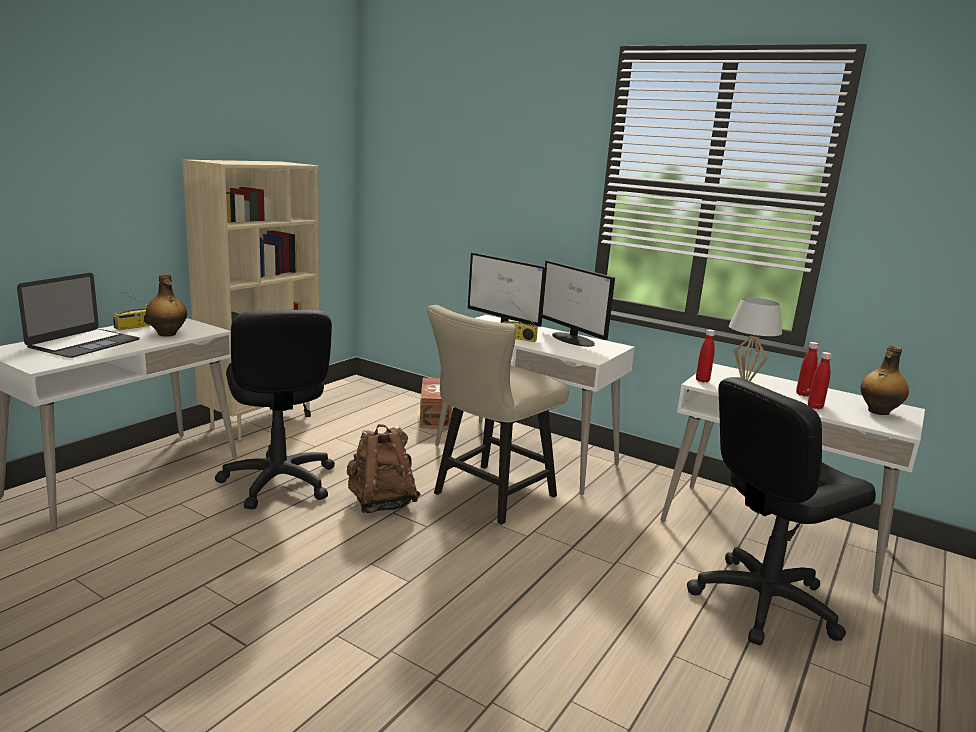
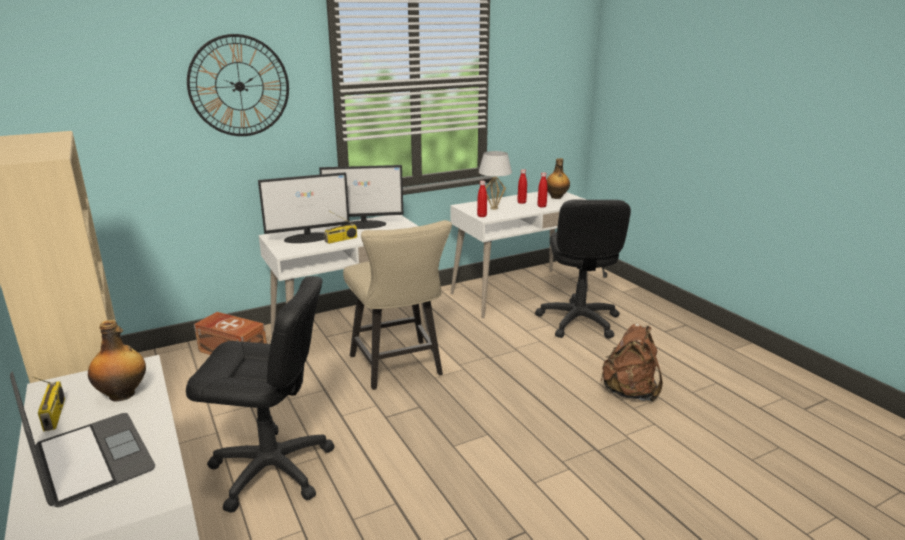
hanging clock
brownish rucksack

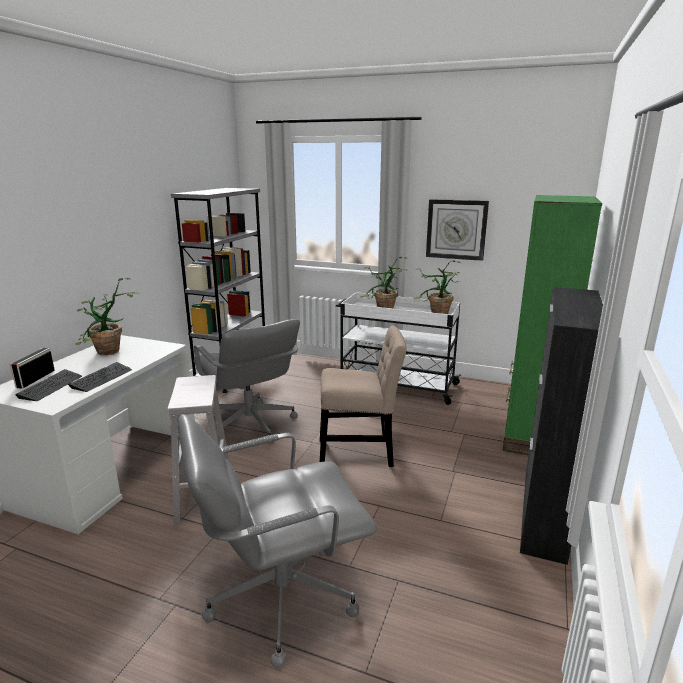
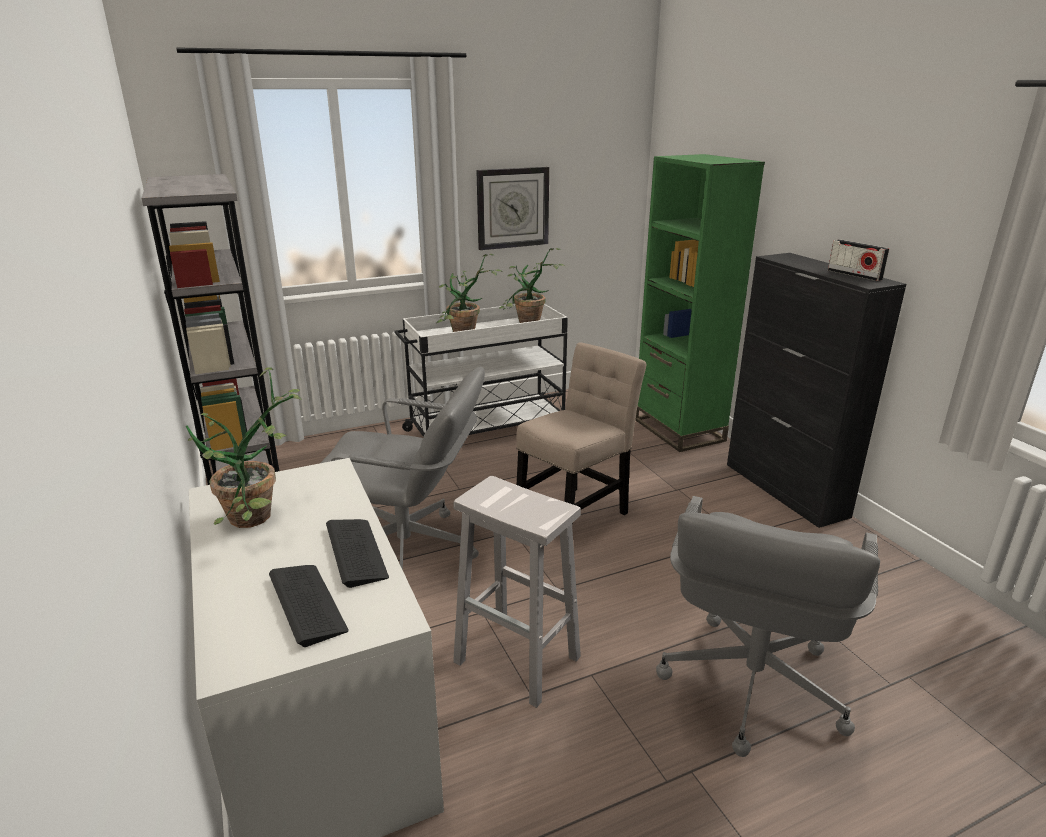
radio set

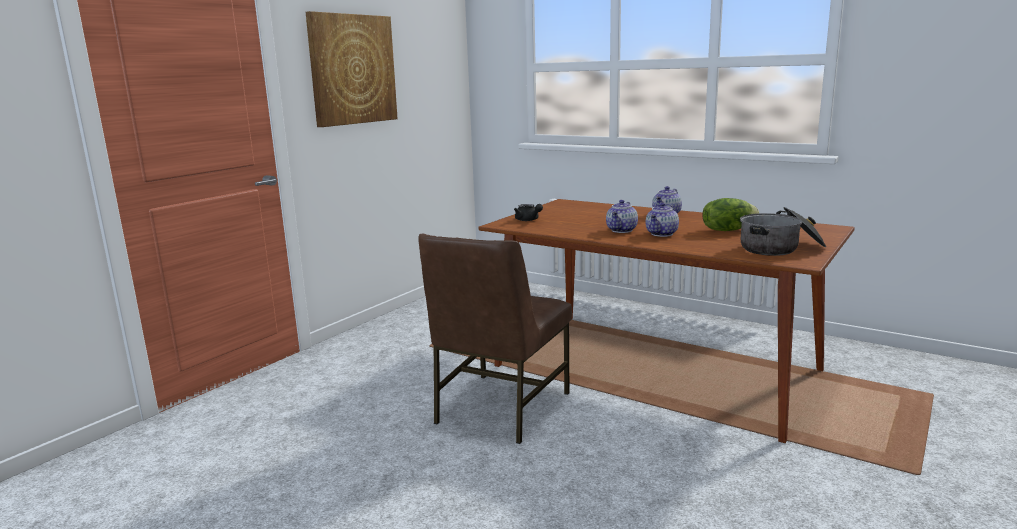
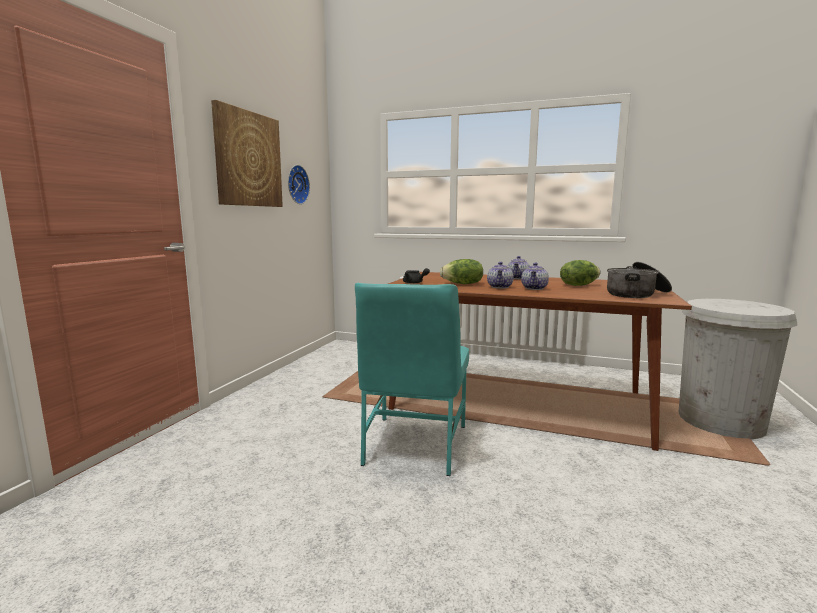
hanging clock
lettuce head (no. 1 from left)
whitish trash can
turquoise plain chair

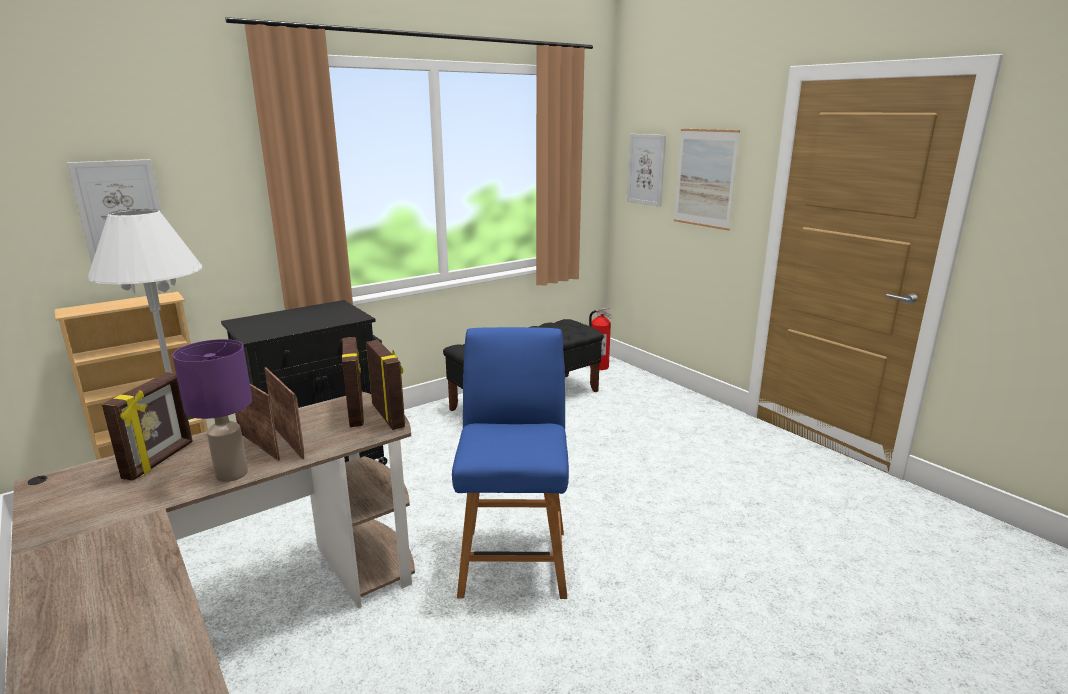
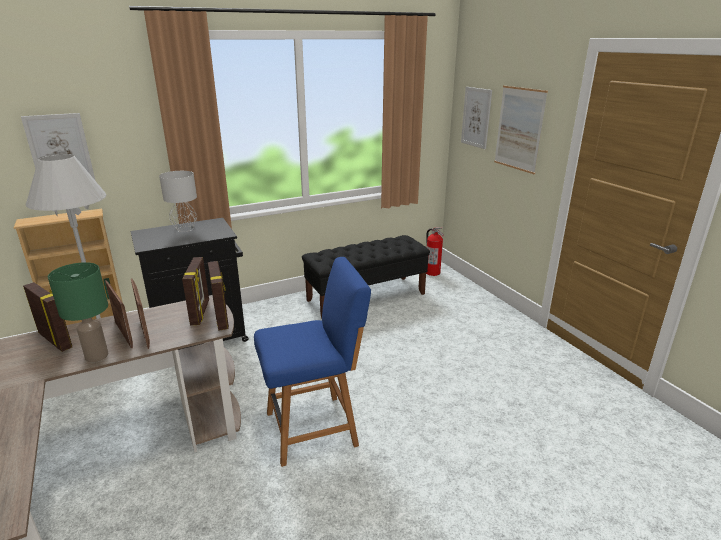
grey table lamp
greenish table lamp
picture frame (no. 1 from left)
blue-coloured plain chair

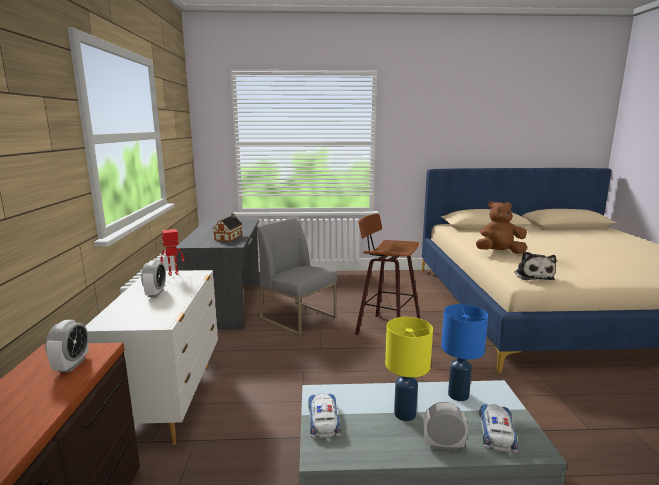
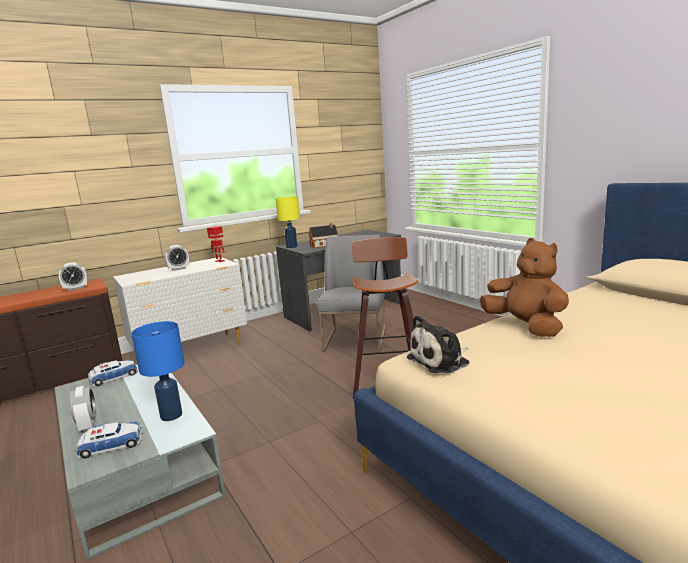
yellowish table lamp

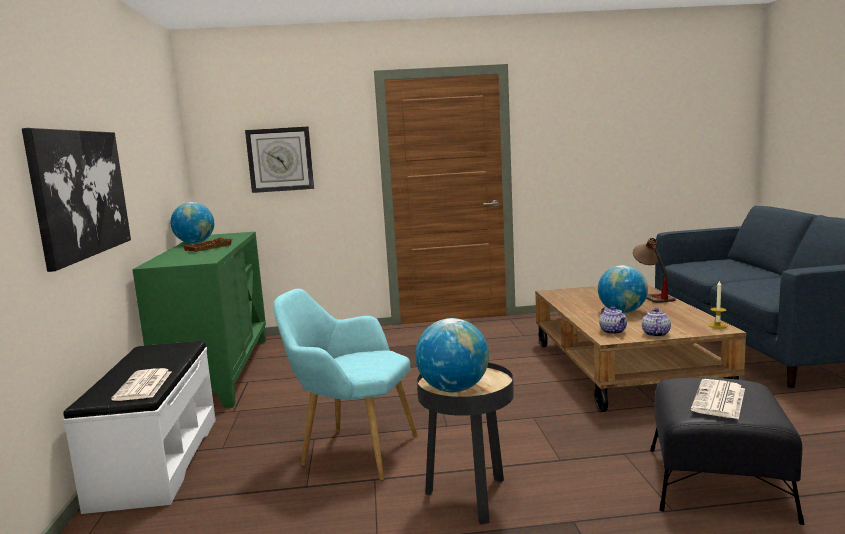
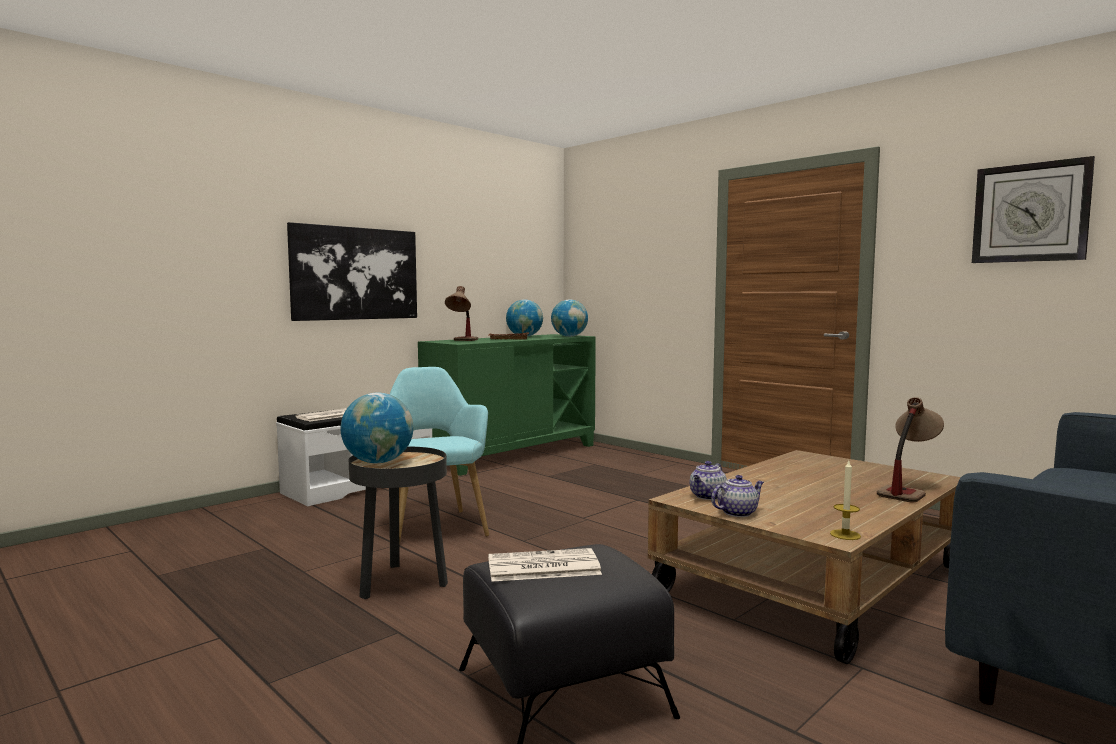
table lamp (no. 1 from left)
hanging clock
desk globe (no. 3 from left)

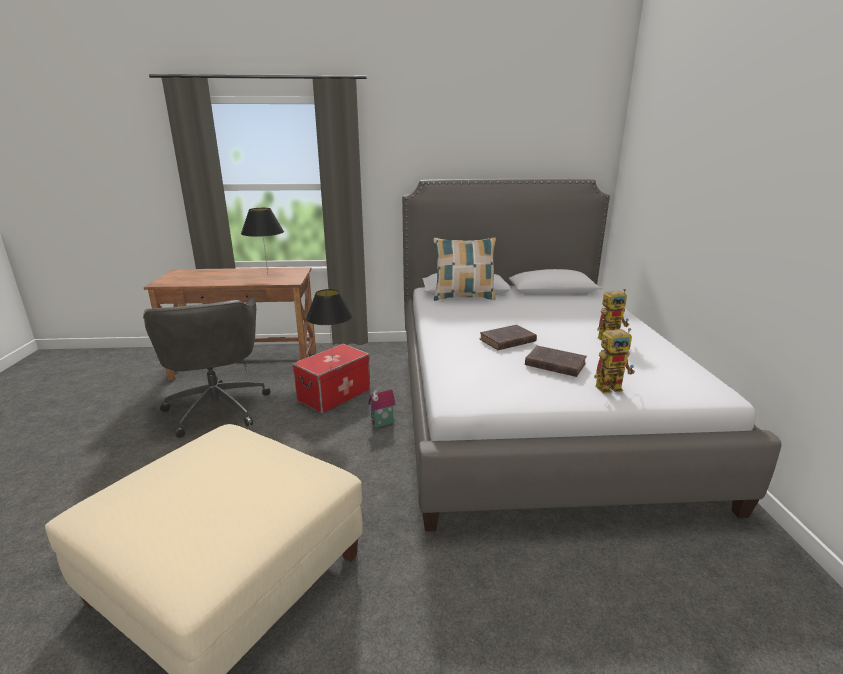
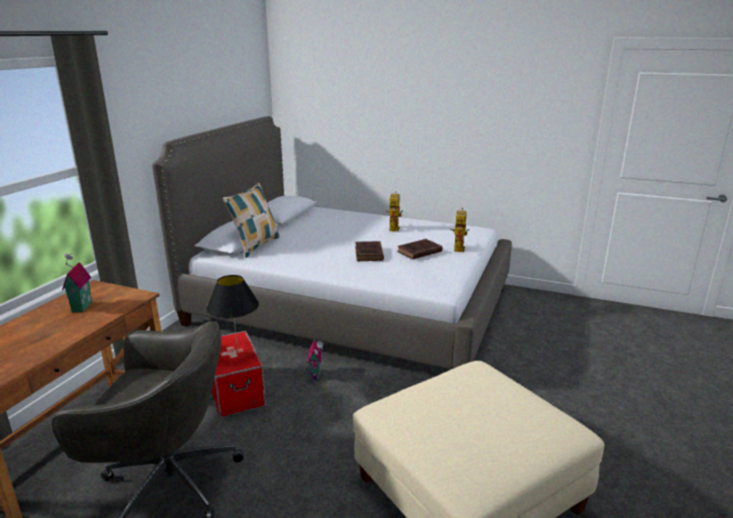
miniature house (no. 1 from left)

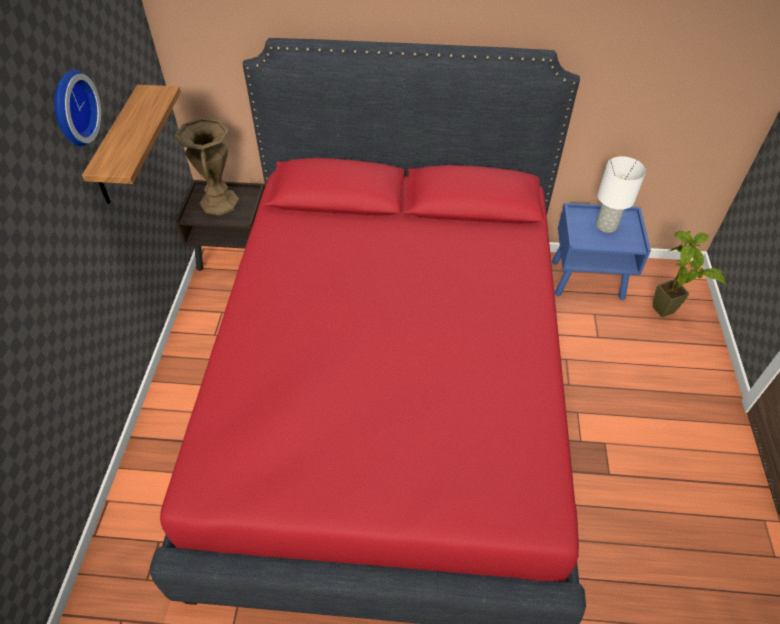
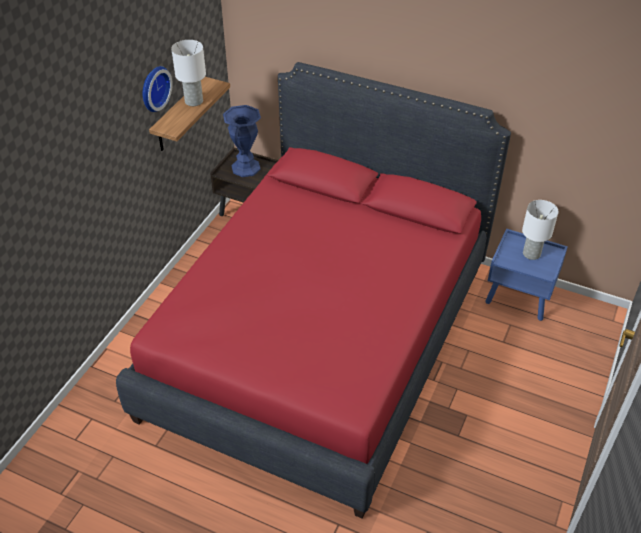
potted plant
whitish table lamp (no. 1 from left)
blue-coloured decorative vase

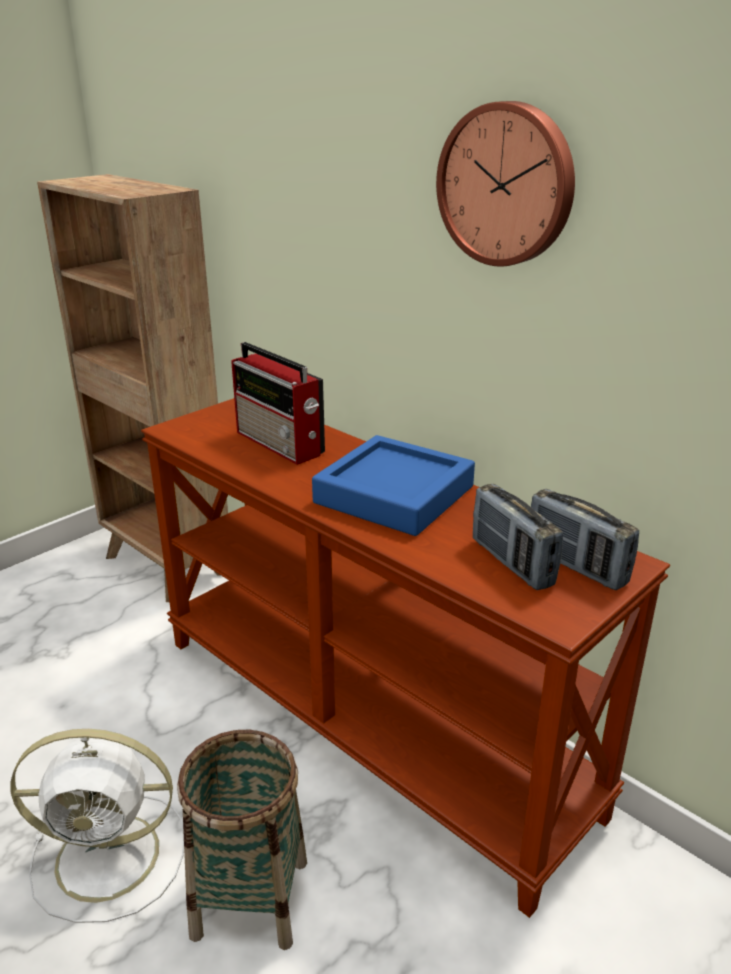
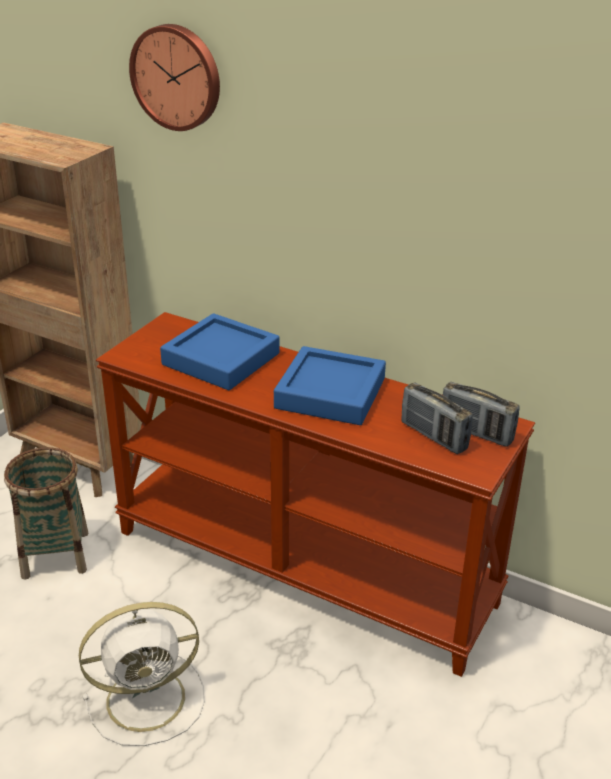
household basket
hanging clock
blue-coloured tray (no. 1 from left)

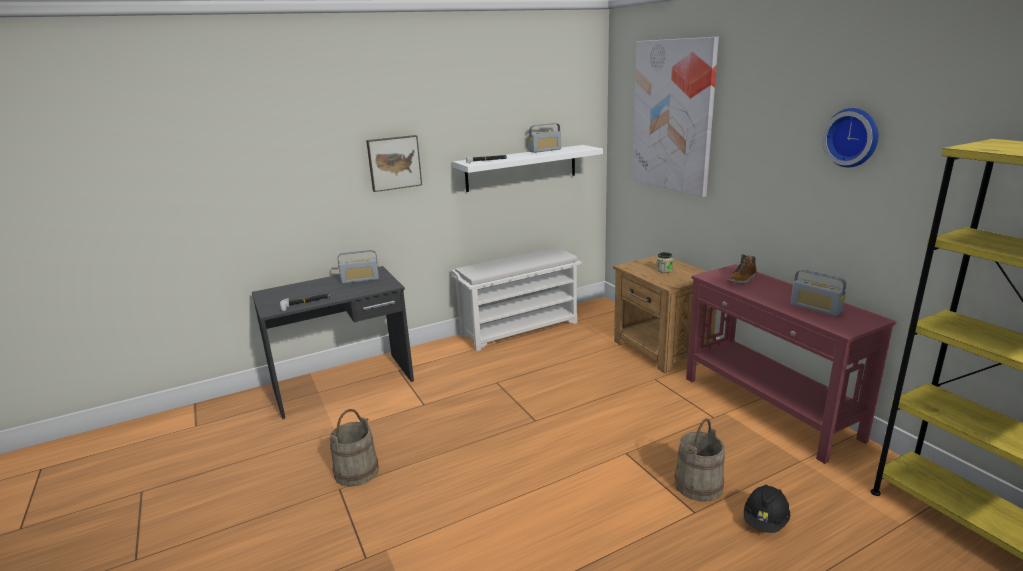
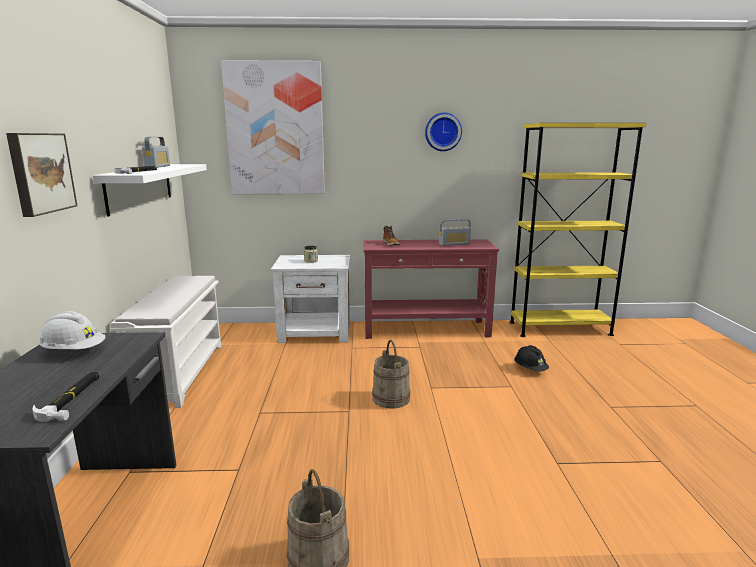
beige-coloured pail (no. 2 from left)
whitish work helmet
whitish bedside table

